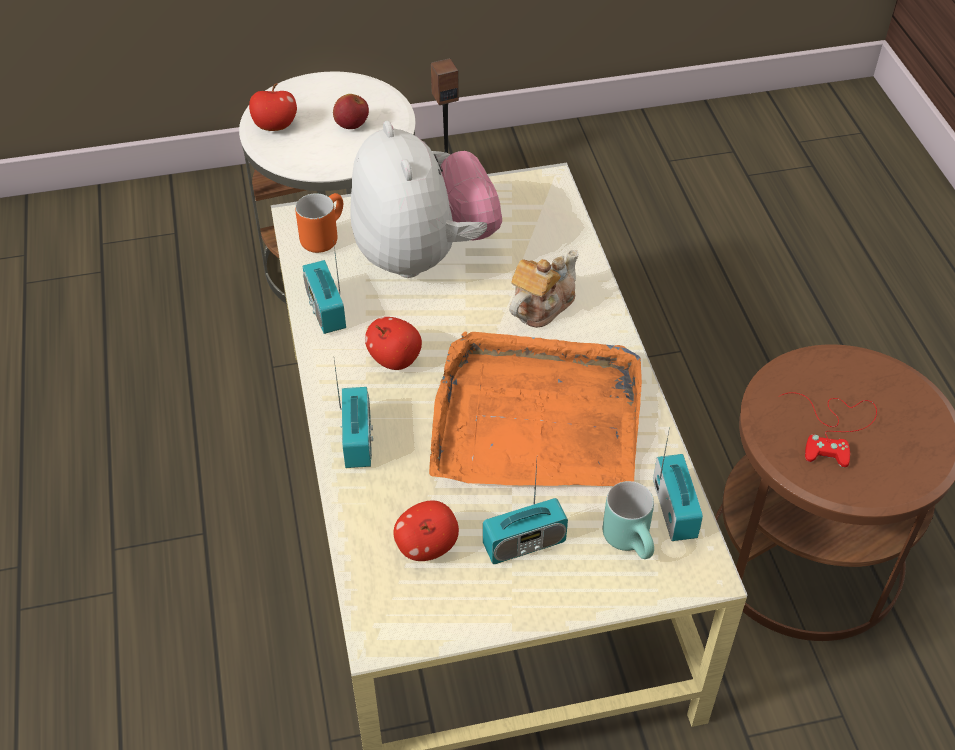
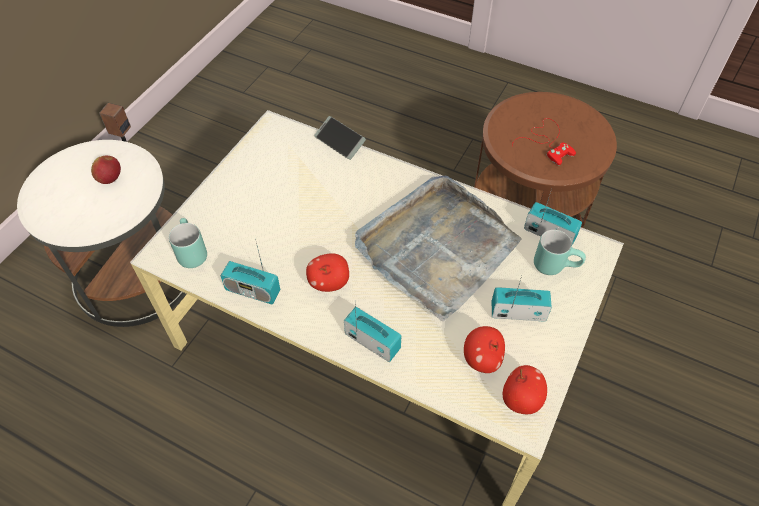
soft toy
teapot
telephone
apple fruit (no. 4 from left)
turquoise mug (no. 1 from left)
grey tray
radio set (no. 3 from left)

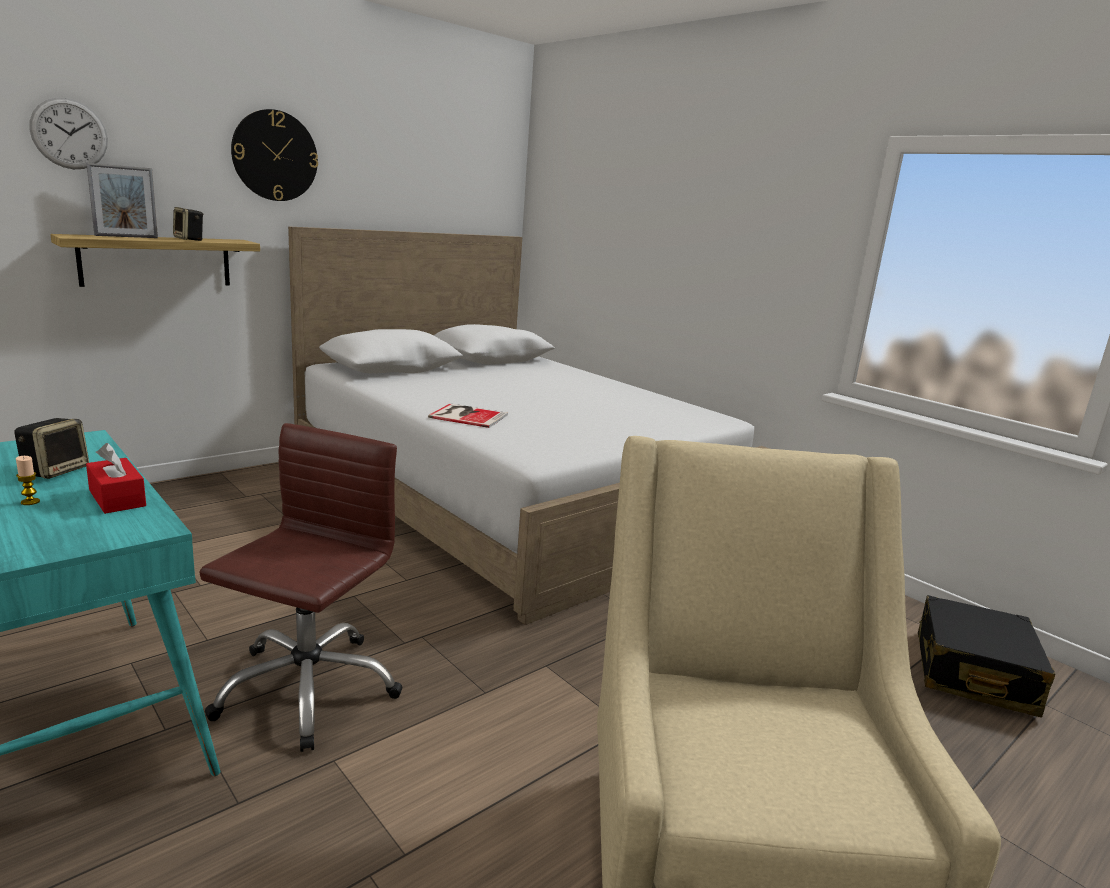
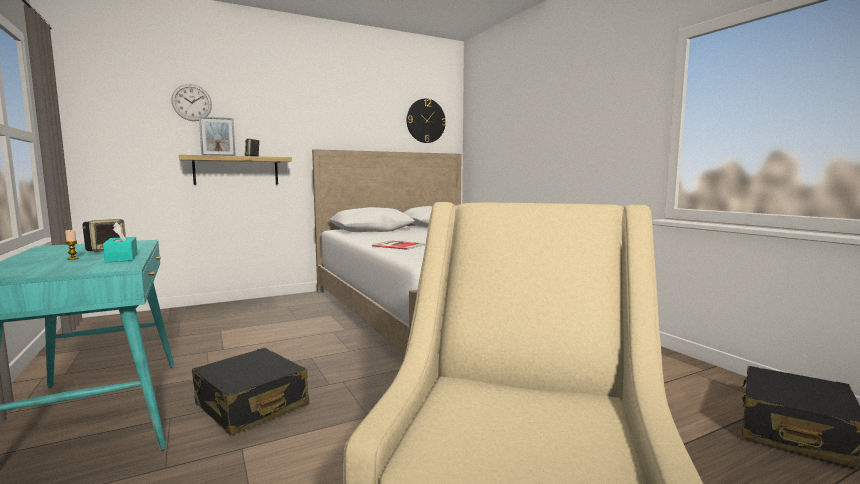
hanging clock (no. 2 from left)
black-coloured piece of luggage (no. 1 from left)
turquoise box of tissues

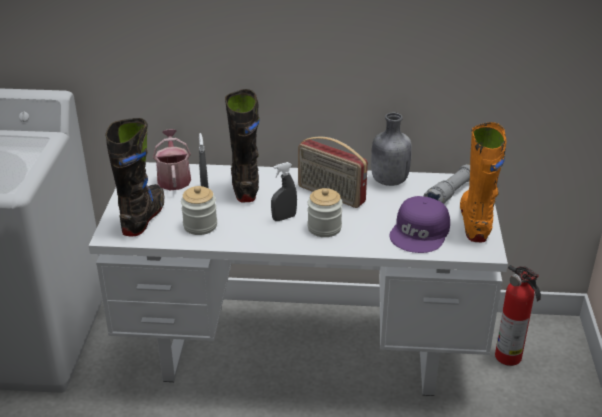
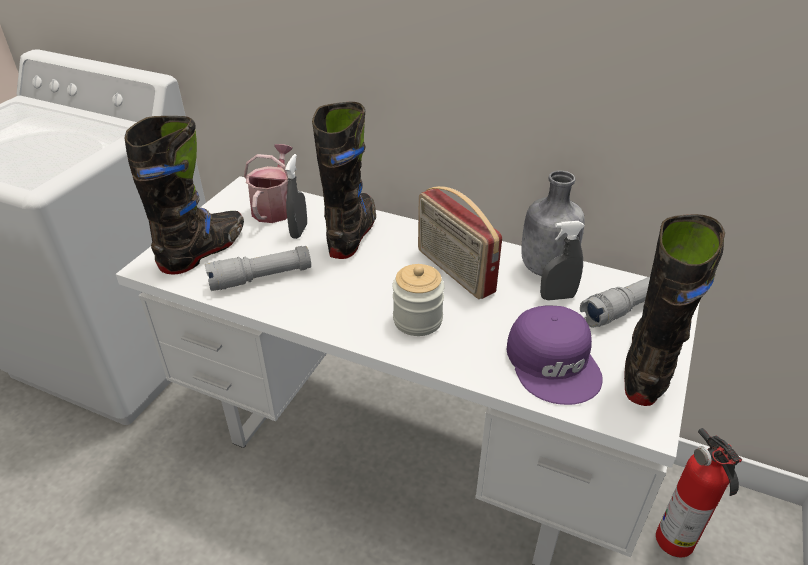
grey hand sprayer (no. 2 from left)
grey flashlight (no. 1 from left)
black-coloured high-top boot (no. 3 from left)
purple peaked cap

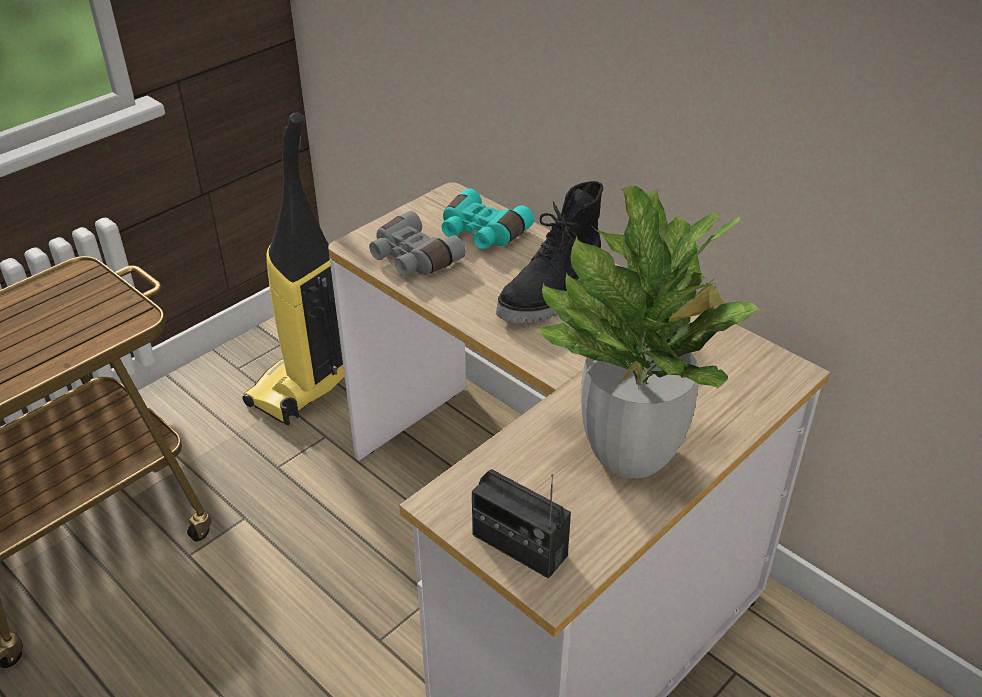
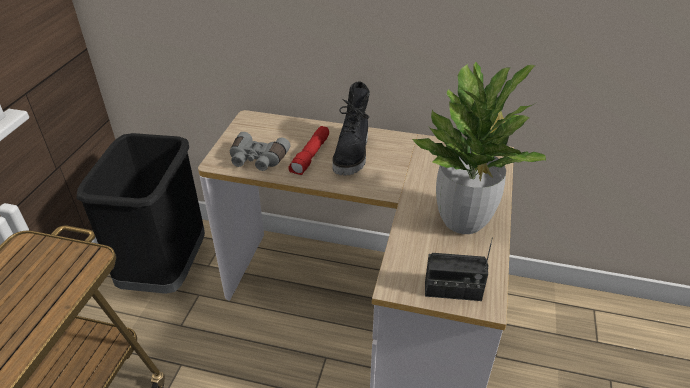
turquoise pair of binoculars
red-coloured flashlight
black-coloured trash can

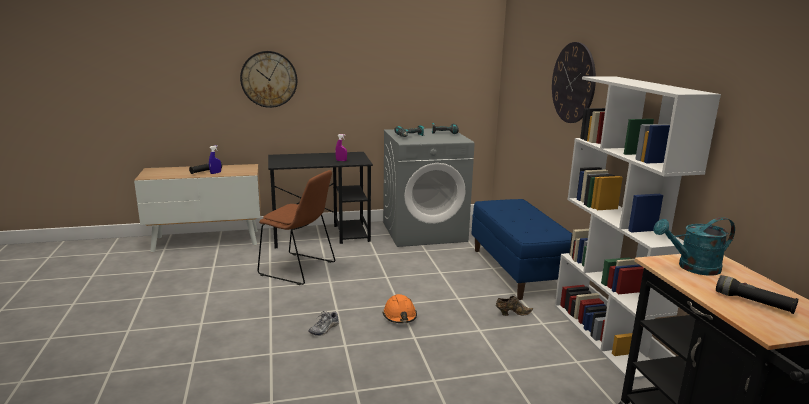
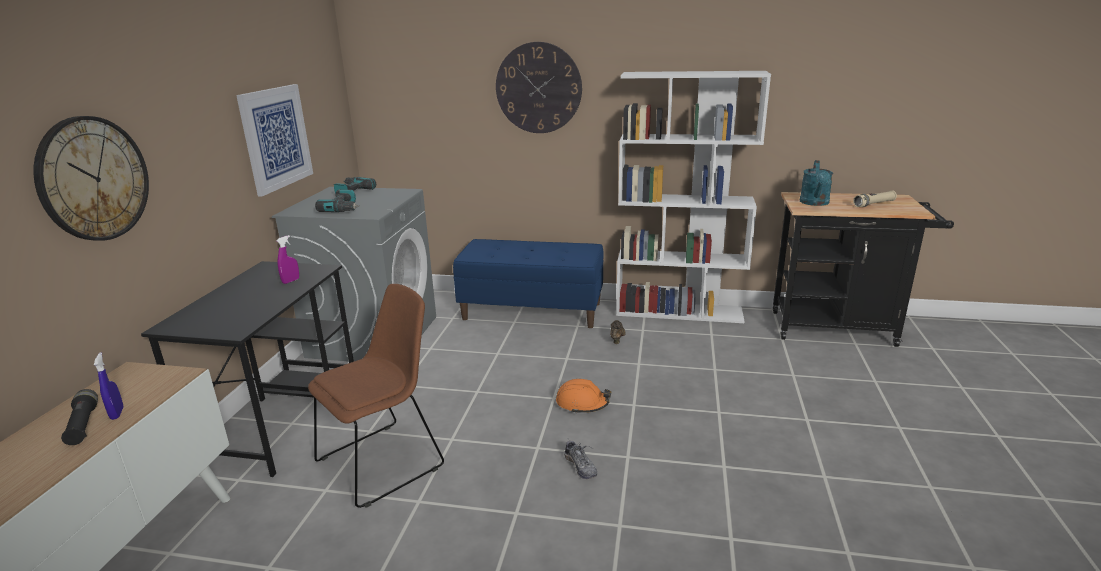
wall picture
beige-coloured flashlight

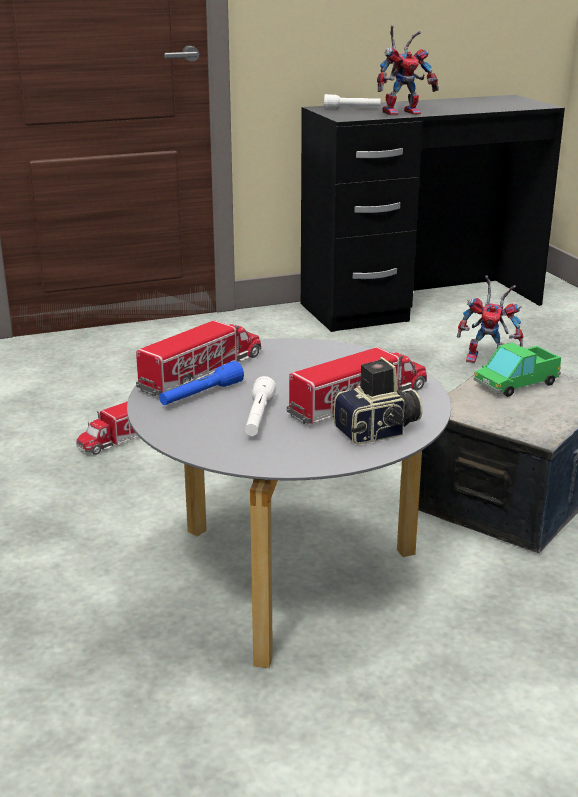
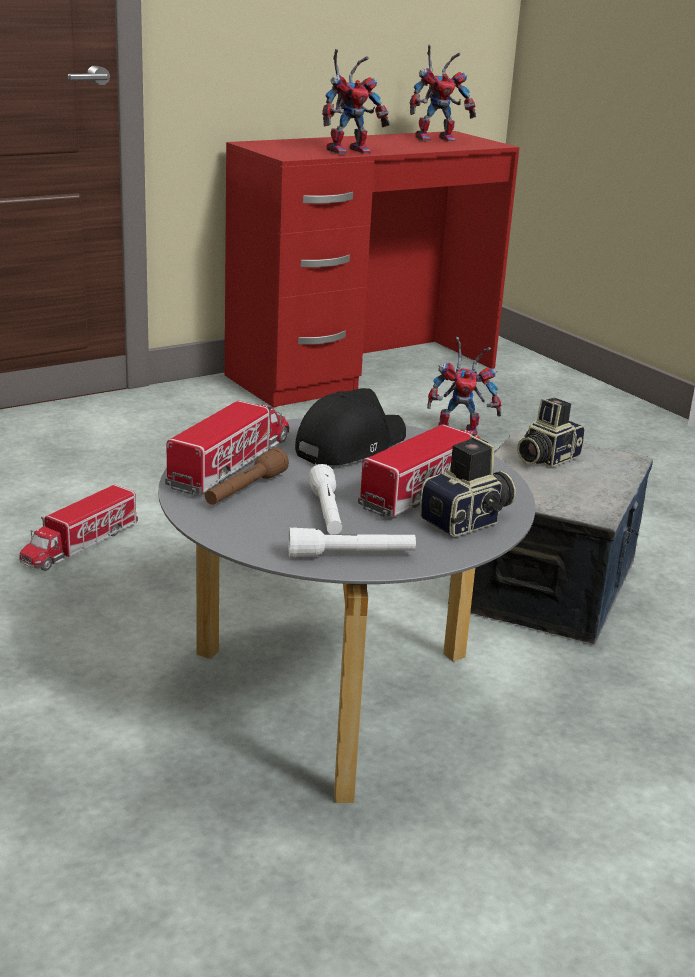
black-coloured peaked cap
model robot (no. 2 from left)
whitish flashlight (no. 2 from left)
still camera (no. 2 from left)
brownish flashlight
red-coloured desk unit

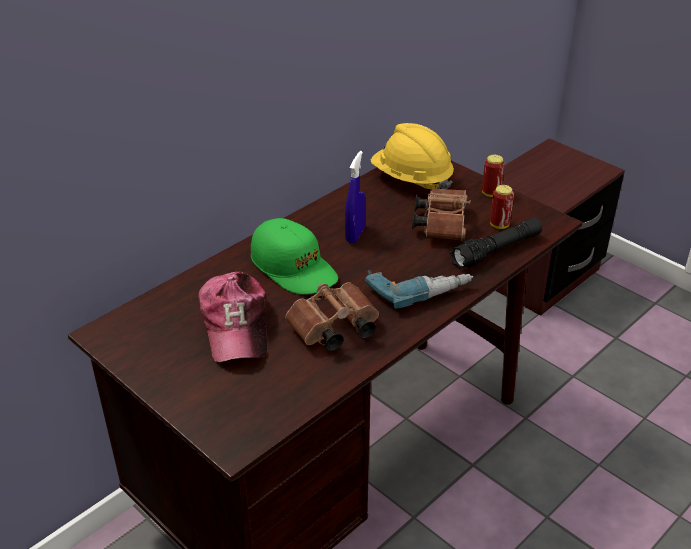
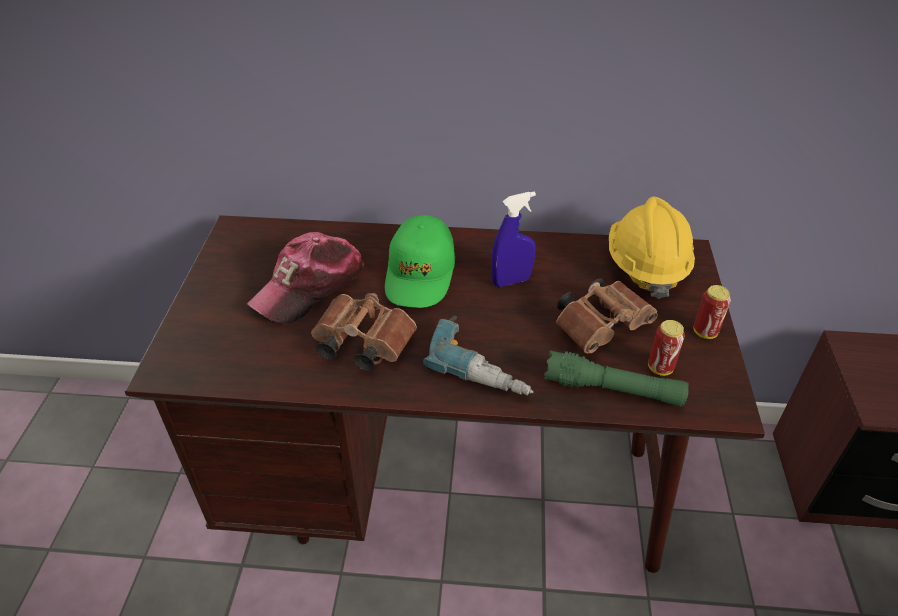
greenish flashlight

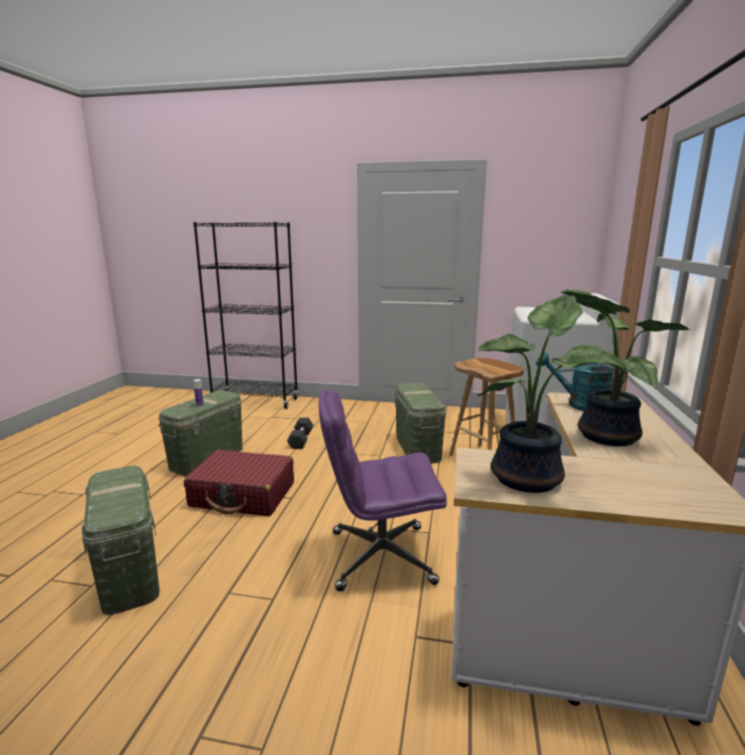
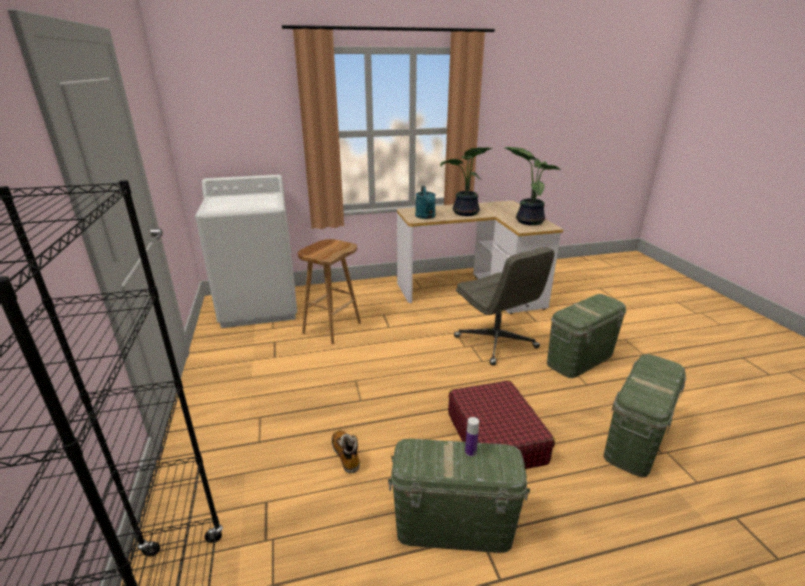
greenish storage bin (no. 2 from left)
high-top boot
grey desk chair

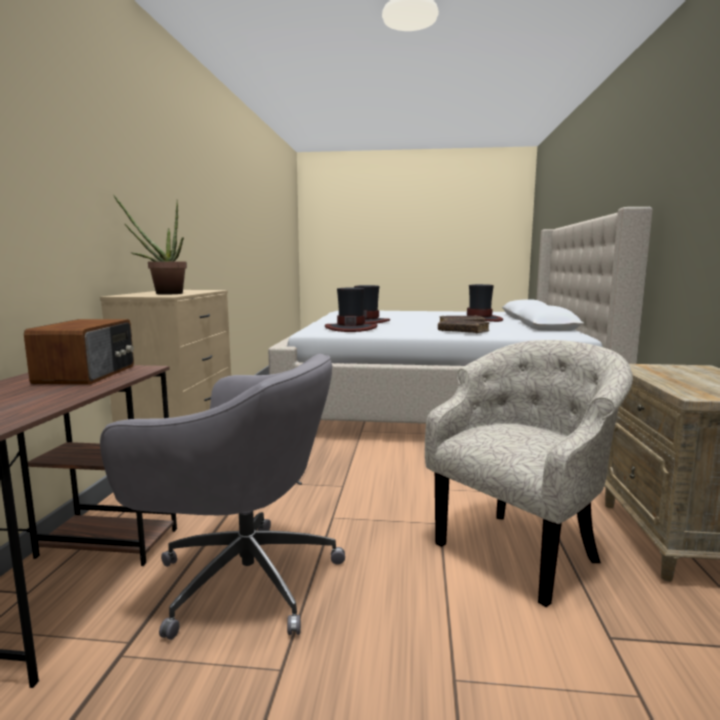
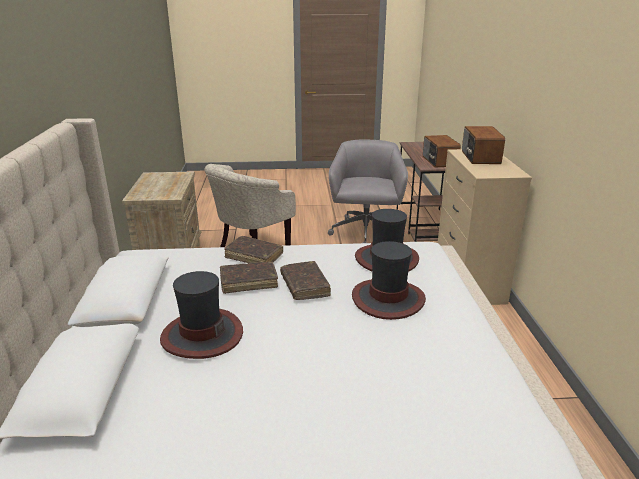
brownish volume (no. 3 from left)
radio set (no. 2 from left)
grey desk chair

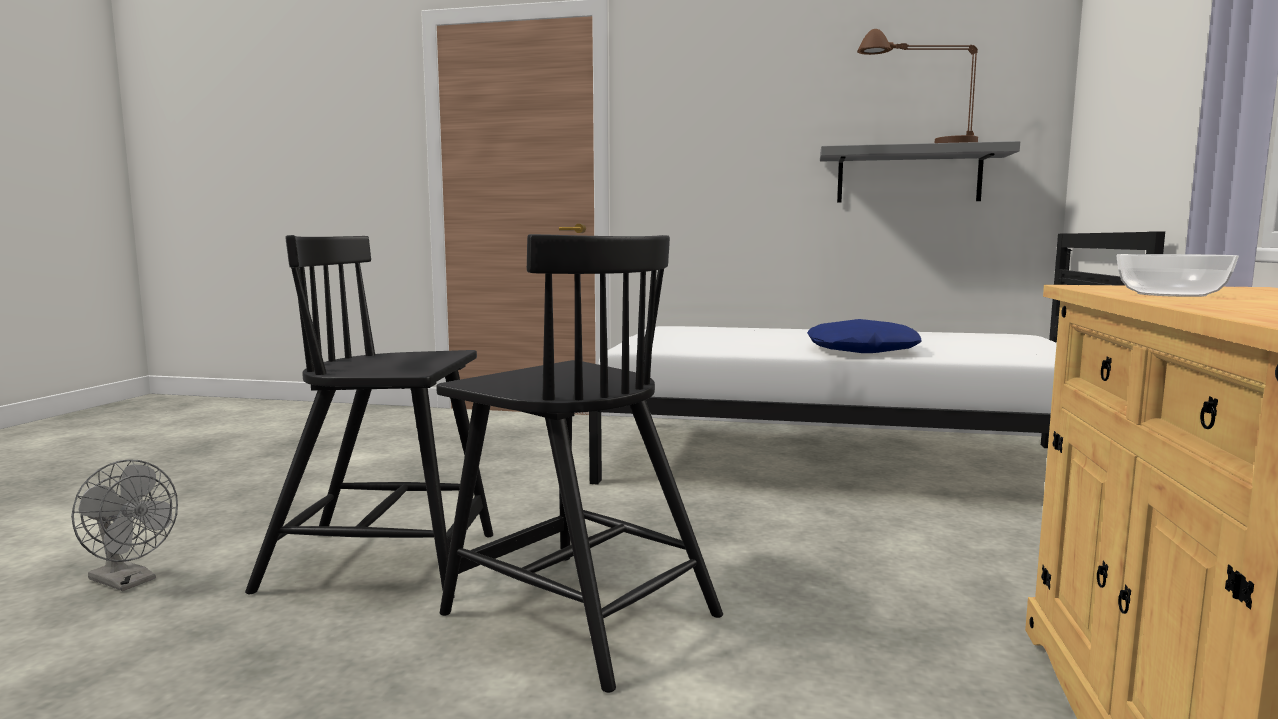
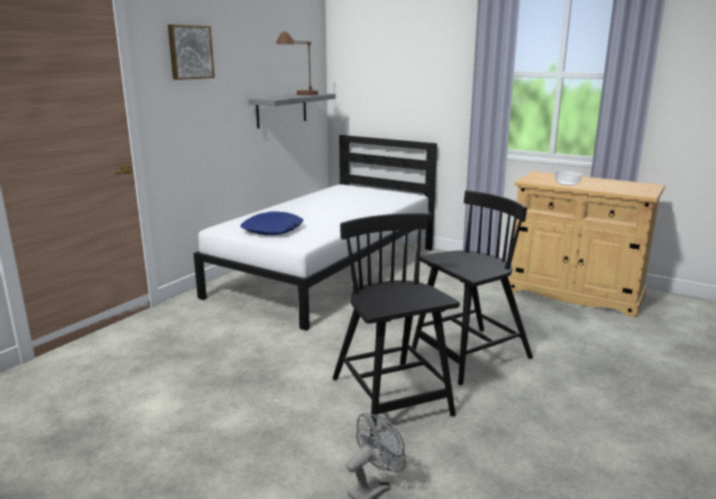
wall picture
blue-coloured throw pillow
black-coloured plain chair (no. 1 from left)

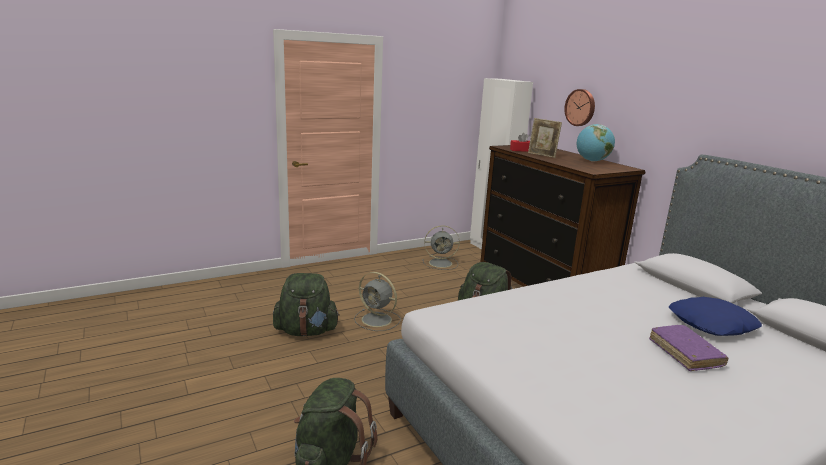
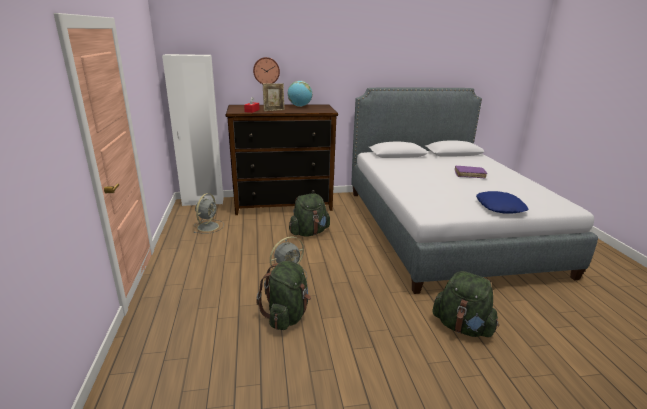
blue-coloured throw pillow

